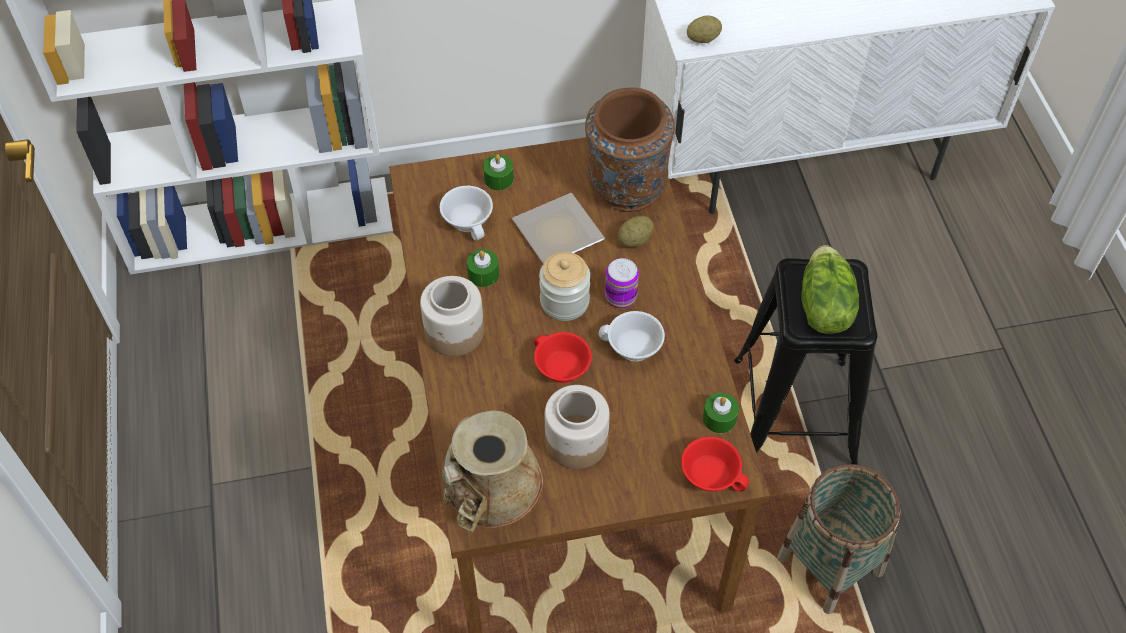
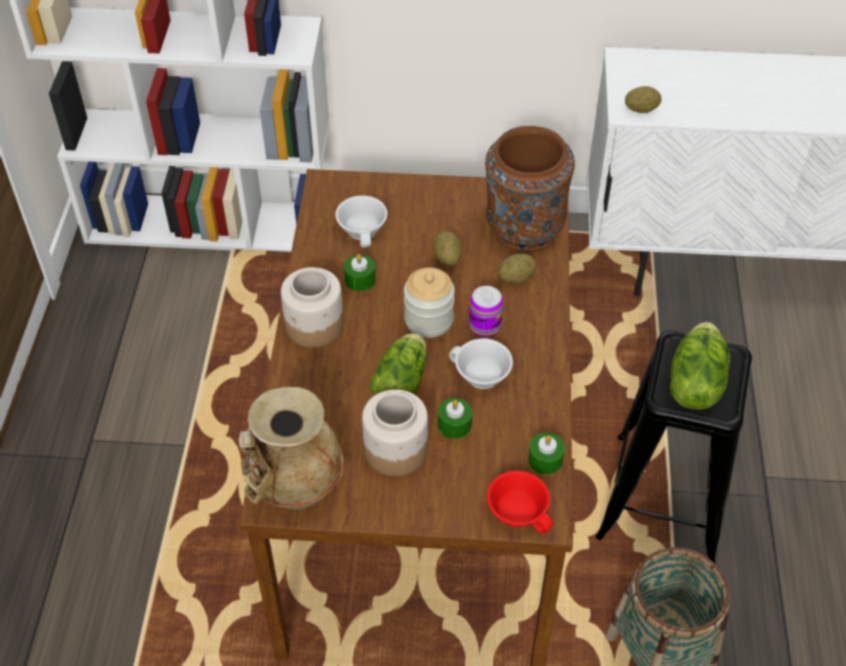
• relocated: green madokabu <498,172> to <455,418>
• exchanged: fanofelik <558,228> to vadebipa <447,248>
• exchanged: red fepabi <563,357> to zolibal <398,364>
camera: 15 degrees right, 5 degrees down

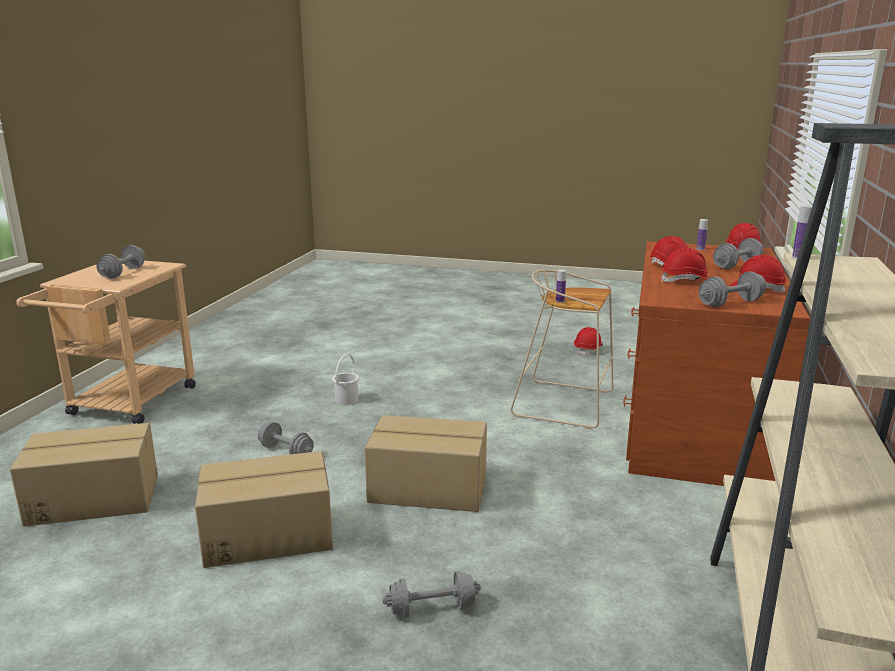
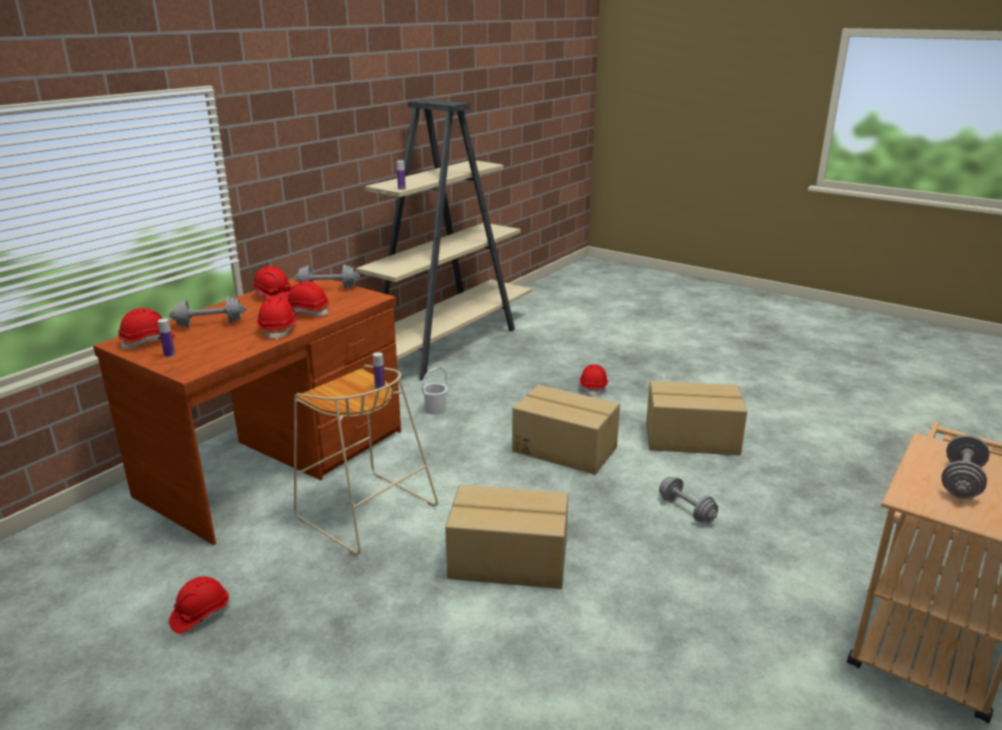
• relocated: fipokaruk <84,475> to <506,537>
• relocated: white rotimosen <345,379> to <435,391>
• exchanged: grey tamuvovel <431,594> to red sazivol <594,380>
camera: 160 degrees left, 5 degrees up

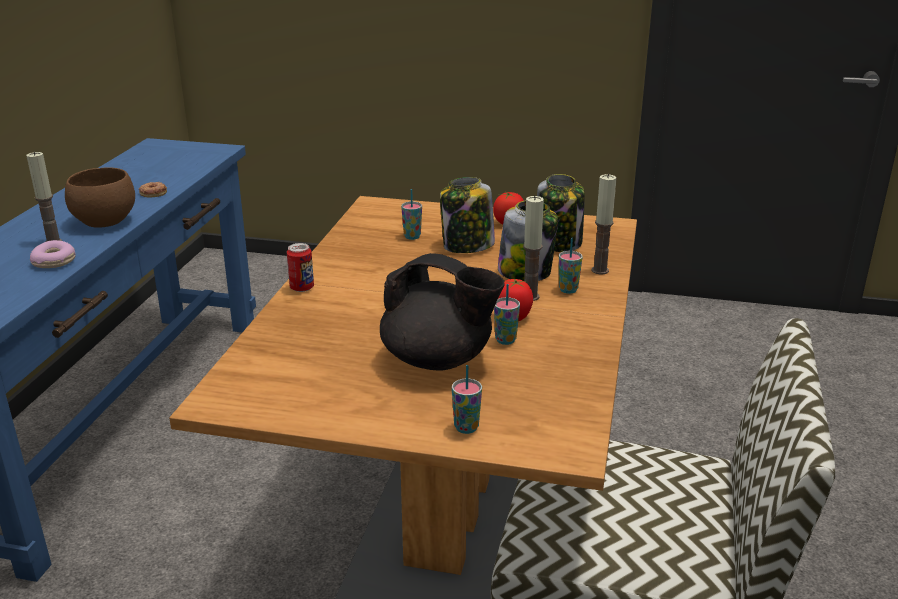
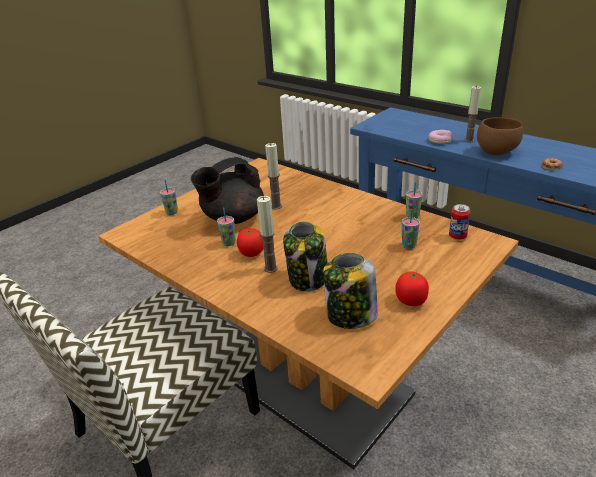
• missing: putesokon <467,215>
• relocated: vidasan <300,267> to <459,222>
• relocated: fepabi <571,266> to <414,200>
• relocated: madokabu <604,224> to <273,176>
camera: 120 degrees right, 5 degrees up

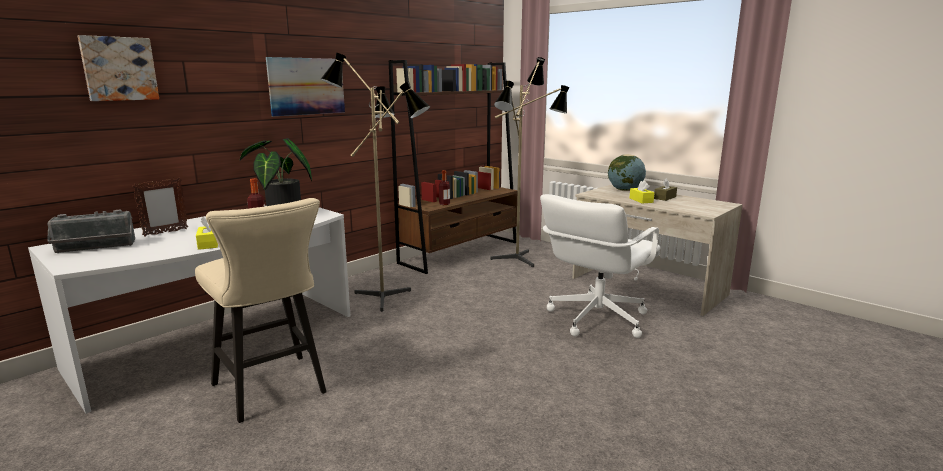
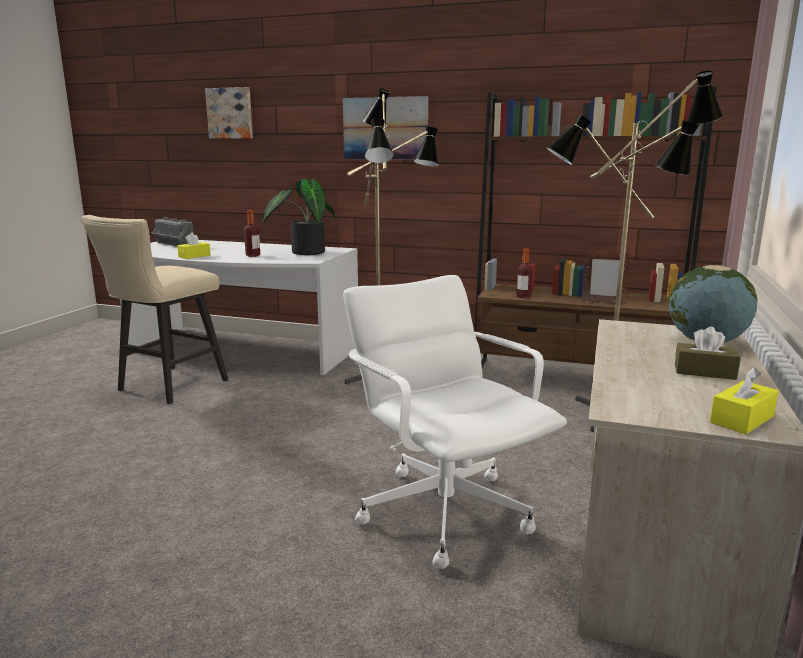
• relocated: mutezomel <160,207> to <606,277>
• relocated: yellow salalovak <642,191> to <744,400>
• spun: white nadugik <600,266> = <455,422> 45 degrees clockwise
camera: 65 degrees right, 0 degrees up

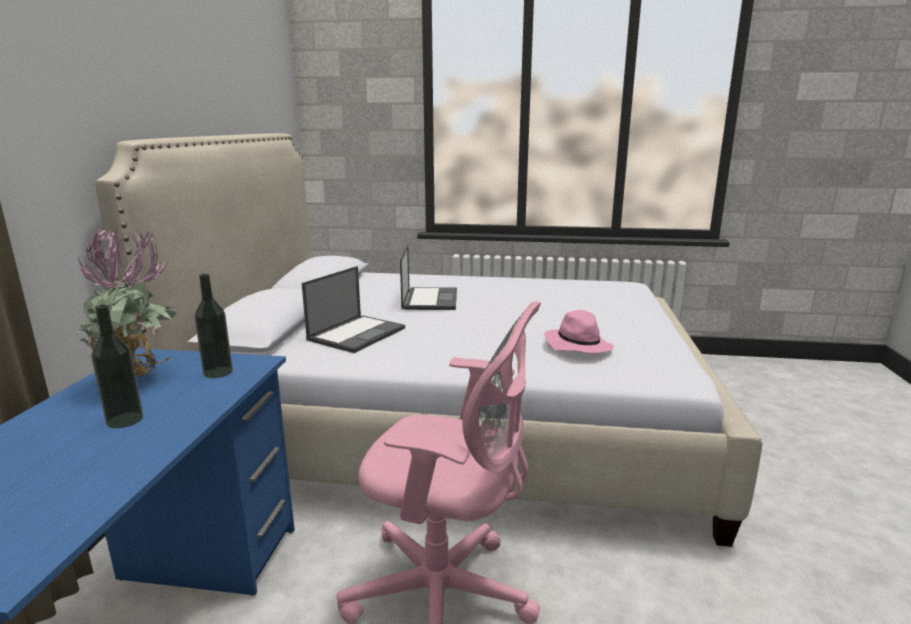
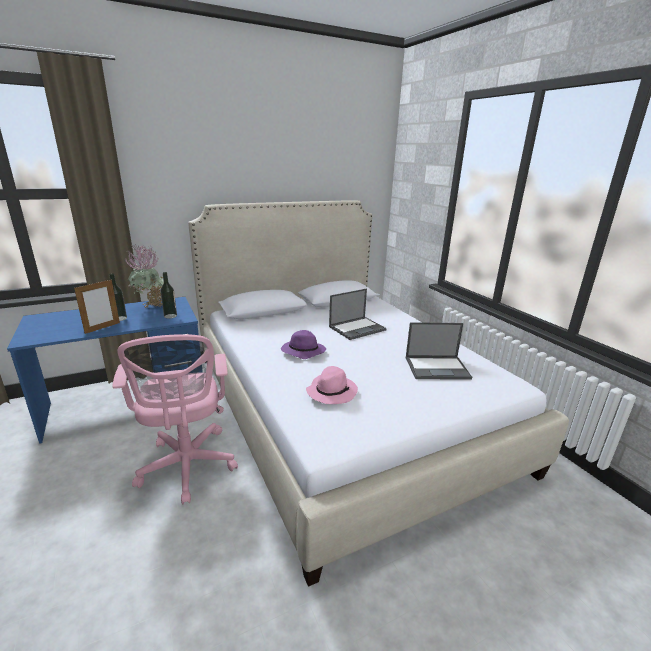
• appeared: mutezomel <97,307>
• appeared: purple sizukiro <303,344>
• relocated: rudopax <353,309> to <439,350>
camera: 55 degrees right, 5 degrees up

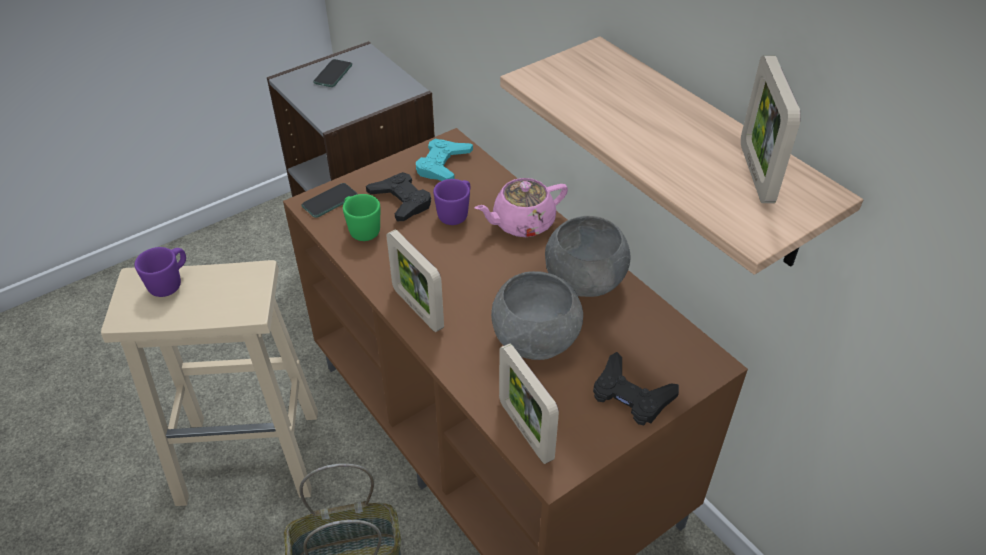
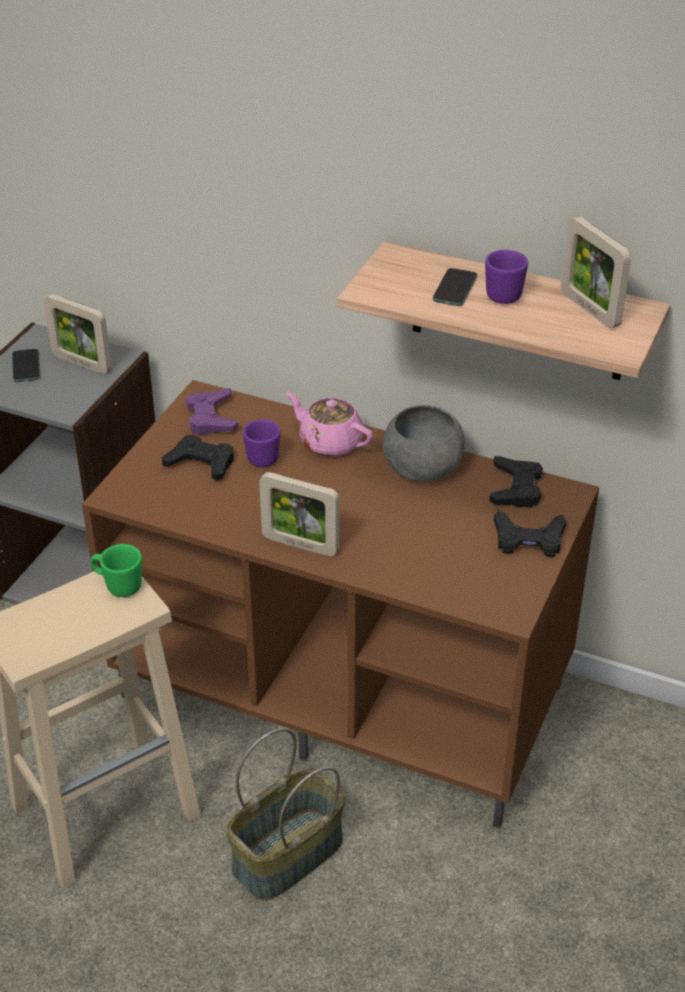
• missing: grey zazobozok <537,315>
• appeared: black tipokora <516,482>
• relocated: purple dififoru <160,272> to <506,277>
• relocated: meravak <329,200> to <454,287>
• relocated: green dififoru <361,217> to <116,570>
• relocated: mutezomel <529,404> to <78,334>
• colour: turquoise tipokora <444,159> to purple tipokora <212,411>
• spun: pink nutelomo <521,207> = <329,424> 90 degrees clockwise
camera: 30 degrees left, 5 degrees down

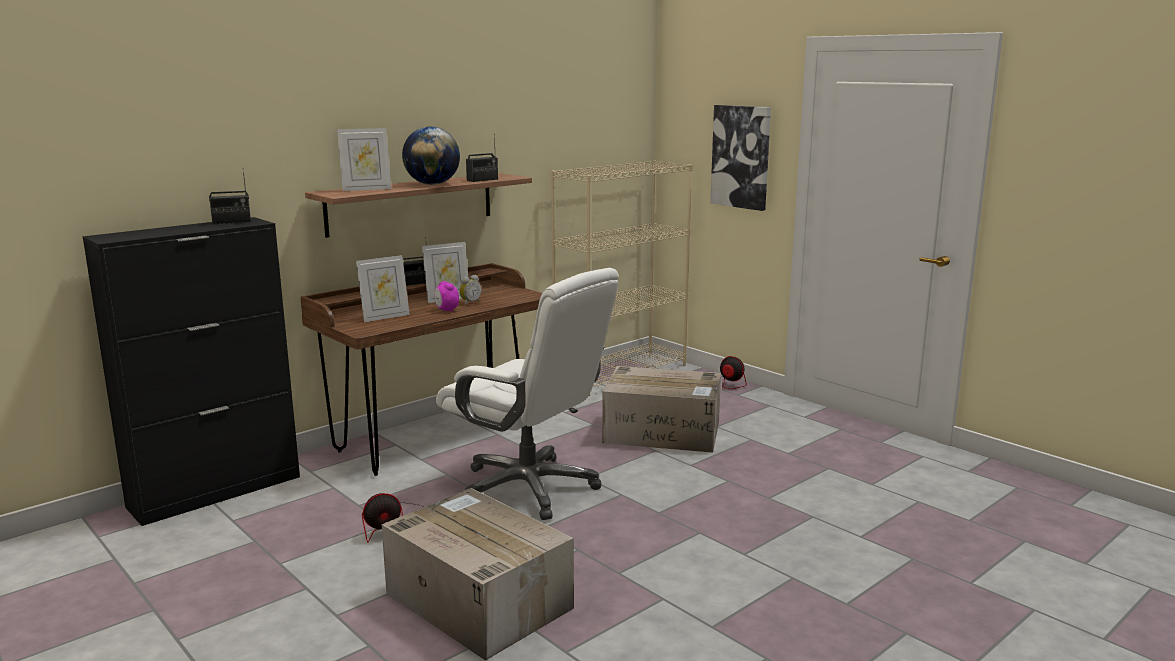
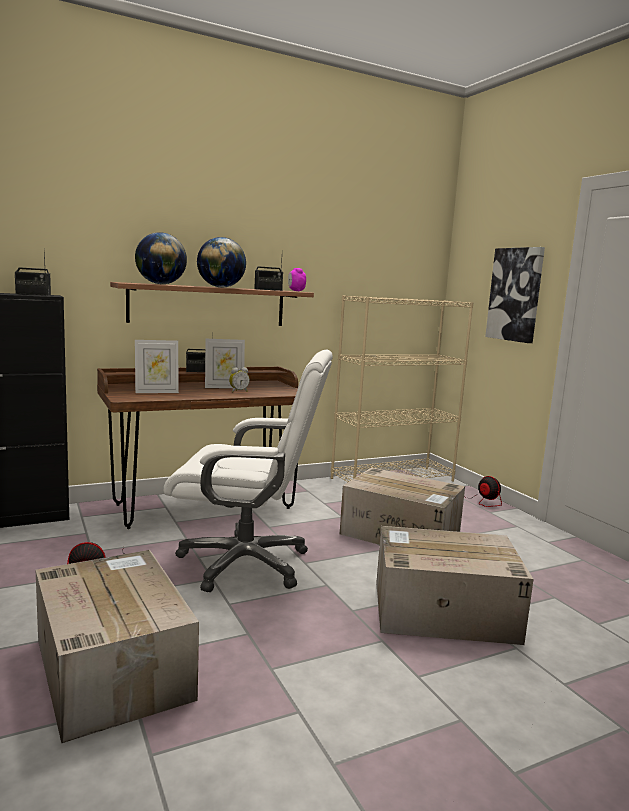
• appeared: fipokaruk <455,585>
• relocated: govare <446,296> to <297,279>
• exchanged: mutezomel <364,159> to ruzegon <161,258>
• spun: white nadugik <527,394> = <248,471> 45 degrees counterclockwise
camera: 15 degrees right, 5 degrees down

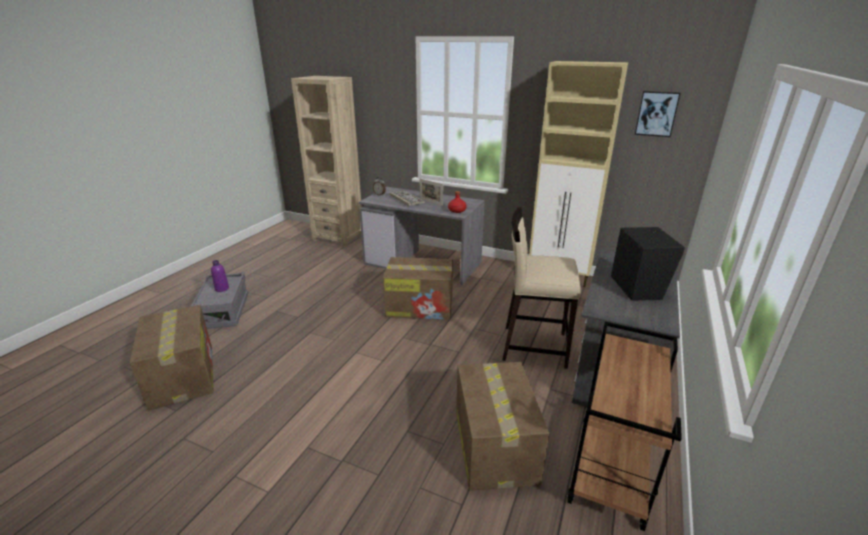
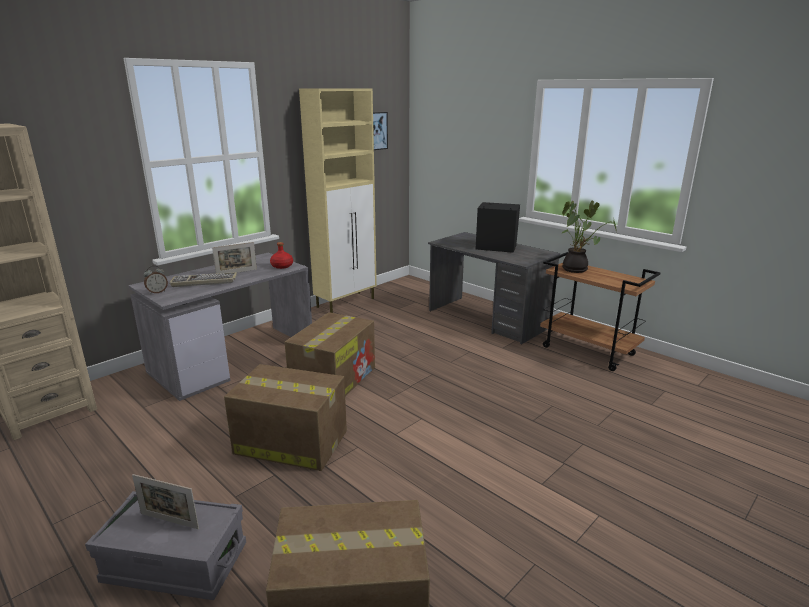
• missing: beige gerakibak <541,288>
• appeared: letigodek <589,237>
• relocated: fipokaruk <502,426> to <285,417>
• exchanged: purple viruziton <220,276> to mutezomel <165,501>
camera: 70 degrees left, 5 degrees down

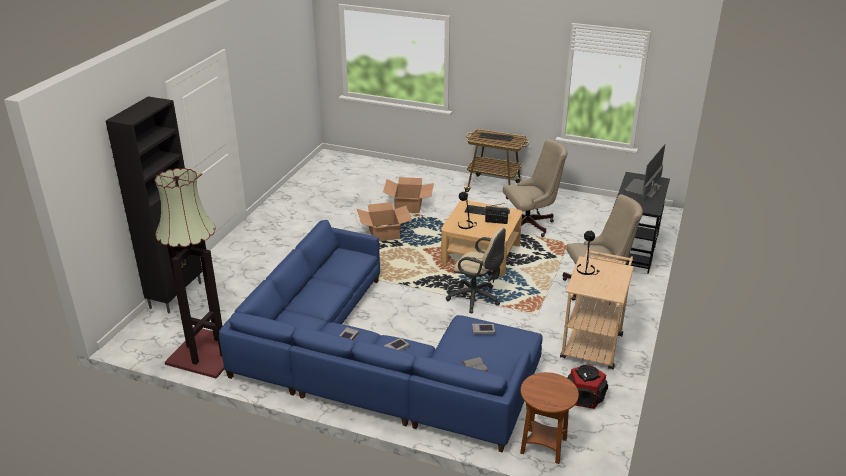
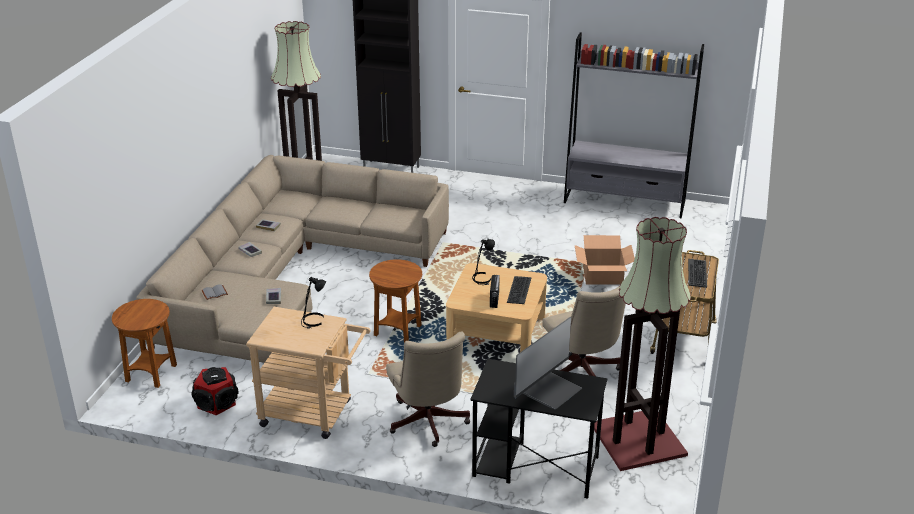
• missing: fipokaruk <384,221>
• appeared: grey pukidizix <634,125>
• appeared: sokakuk <642,344>
• exchanged: beige nadugik <476,270> to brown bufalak <395,300>
• colour: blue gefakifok <381,336> to beige gefakifok <292,259>
• spun: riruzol <645,171> = <548,363> 105 degrees clockwise
camera: 85 degrees right, 0 degrees up

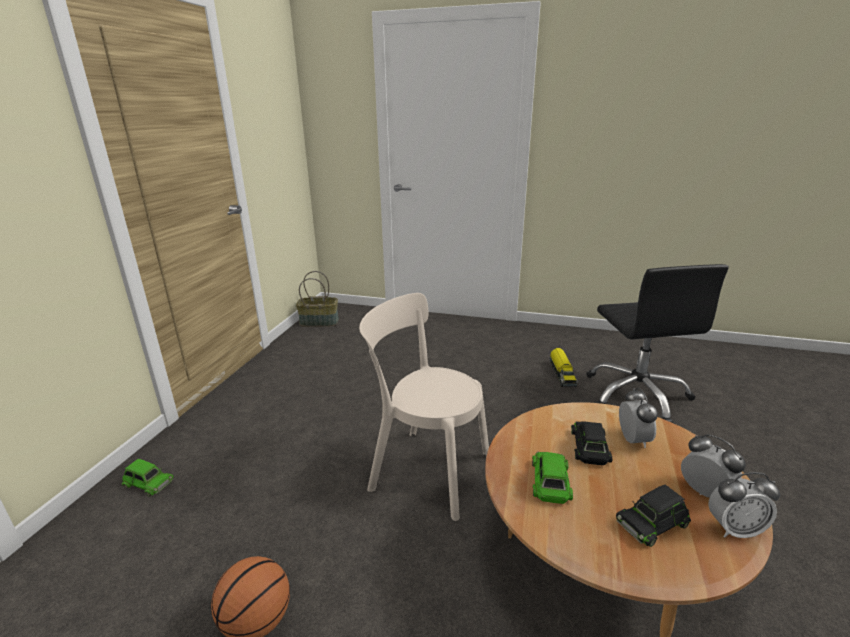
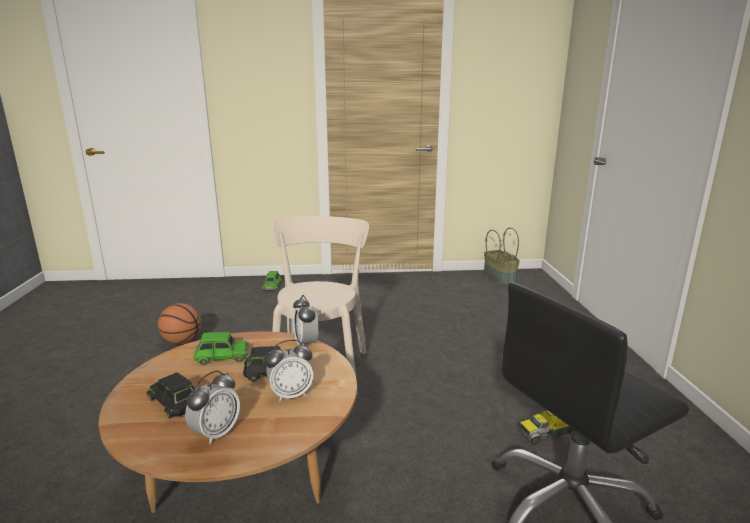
• relocated: govare <744,505> to <306,320>
camera: 70 degrees right, 5 degrees down

